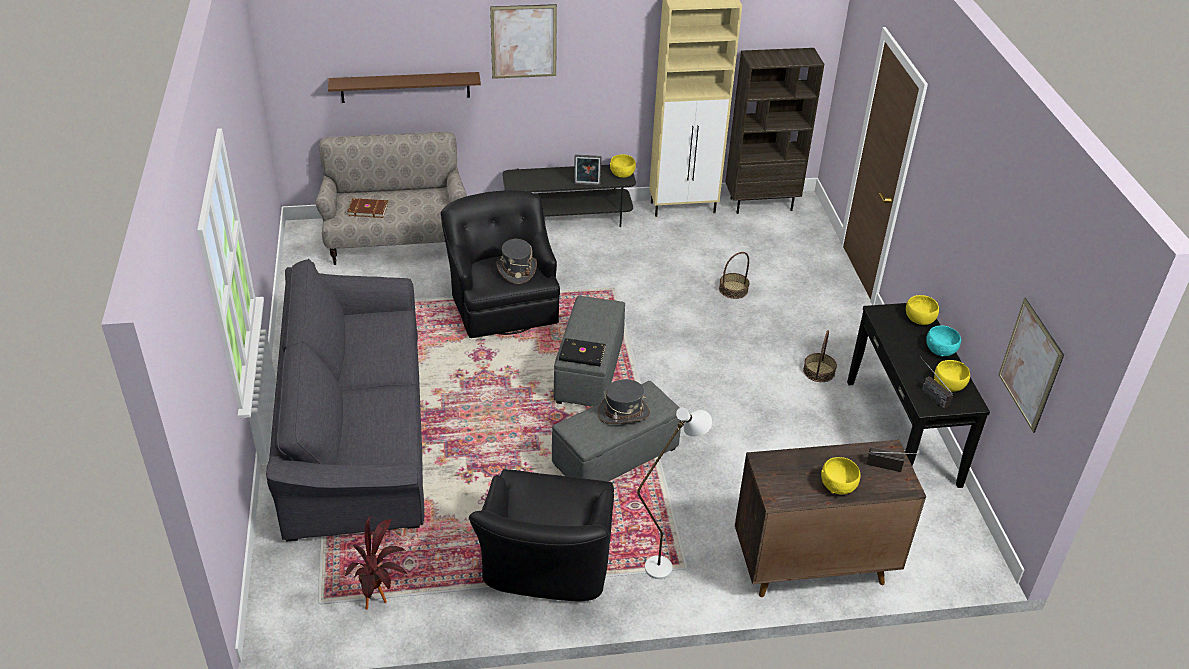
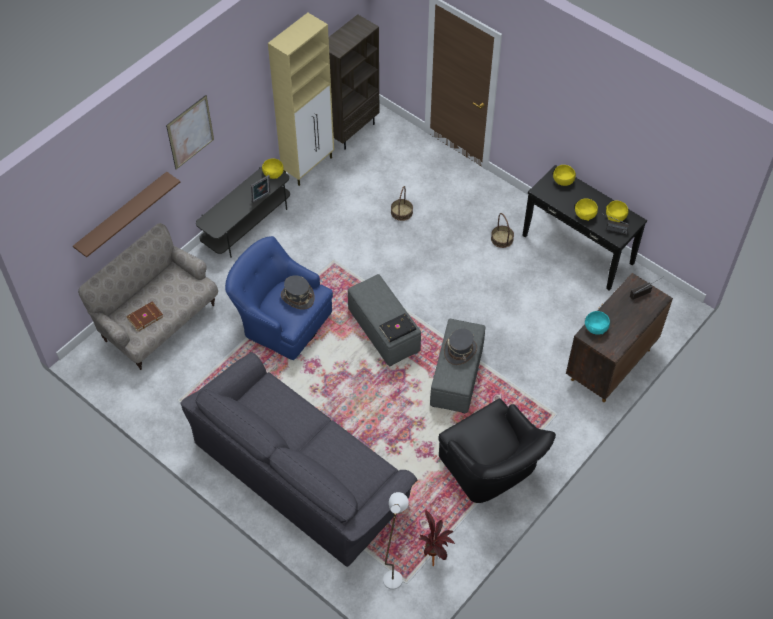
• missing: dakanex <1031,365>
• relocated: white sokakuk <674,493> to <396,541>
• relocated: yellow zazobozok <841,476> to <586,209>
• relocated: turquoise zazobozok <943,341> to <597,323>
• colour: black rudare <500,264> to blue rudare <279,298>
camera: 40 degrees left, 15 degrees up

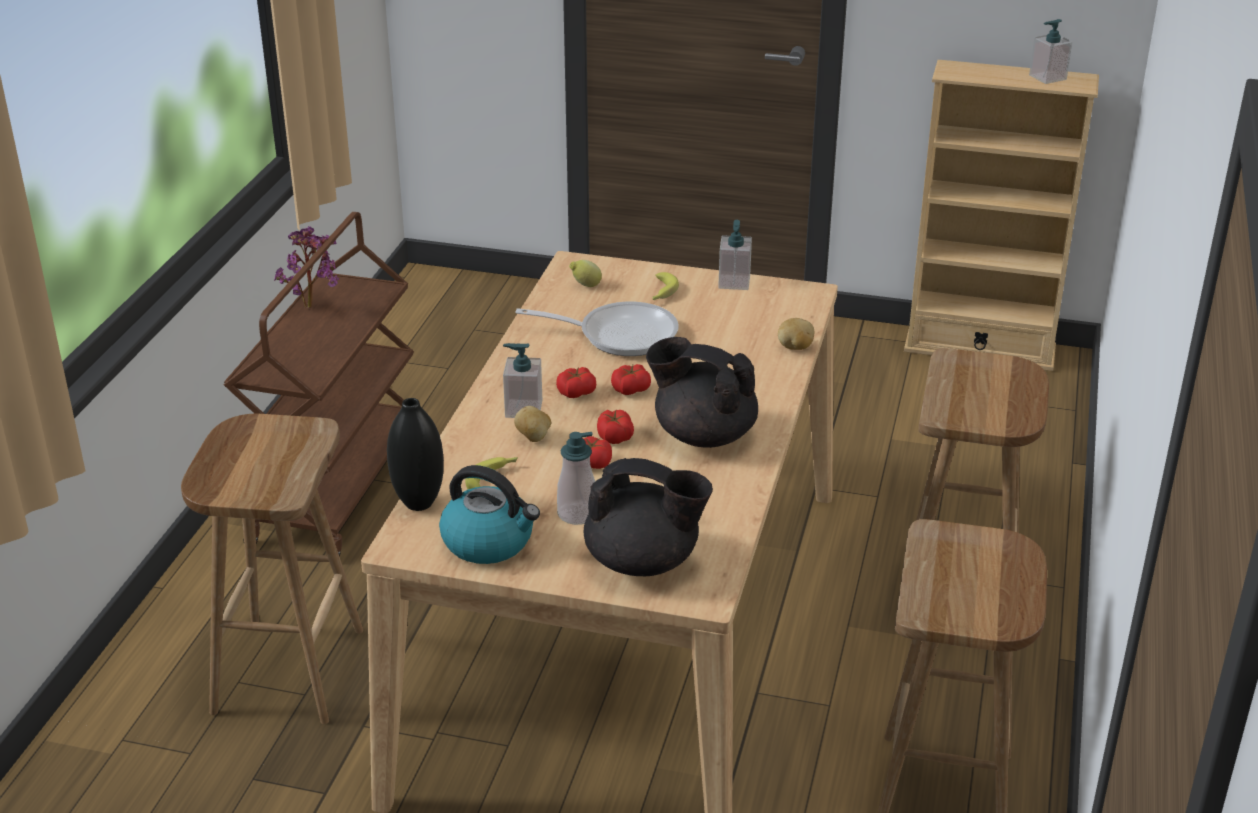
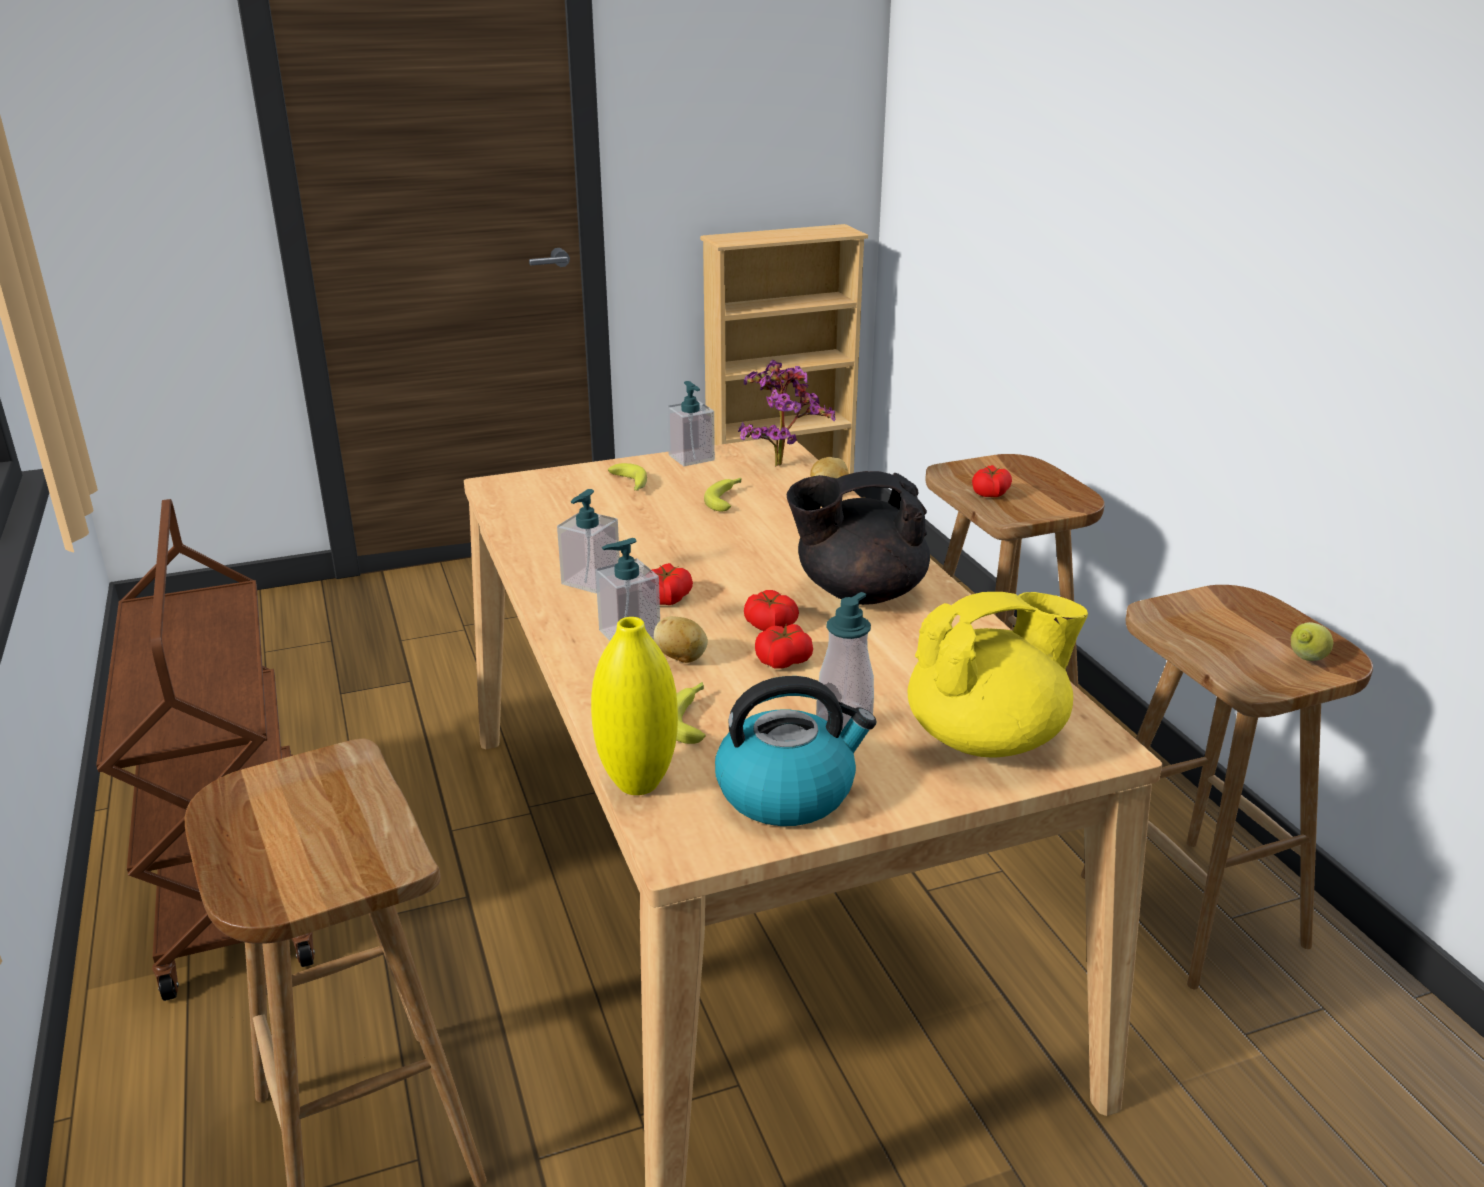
• missing: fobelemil <597,328>
• appeared: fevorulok <722,494>
• relocated: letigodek <306,267> to <786,413>
• relocated: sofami <585,273> to <1312,641>
• relocated: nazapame <631,379> to <992,481>
• relocated: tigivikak <1050,51> to <588,541>
• colour: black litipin <415,454> to yellow litipin <634,706>
• colour: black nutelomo <648,517> to yellow nutelomo <998,674>
camera: 35 degrees left, 5 degrees down

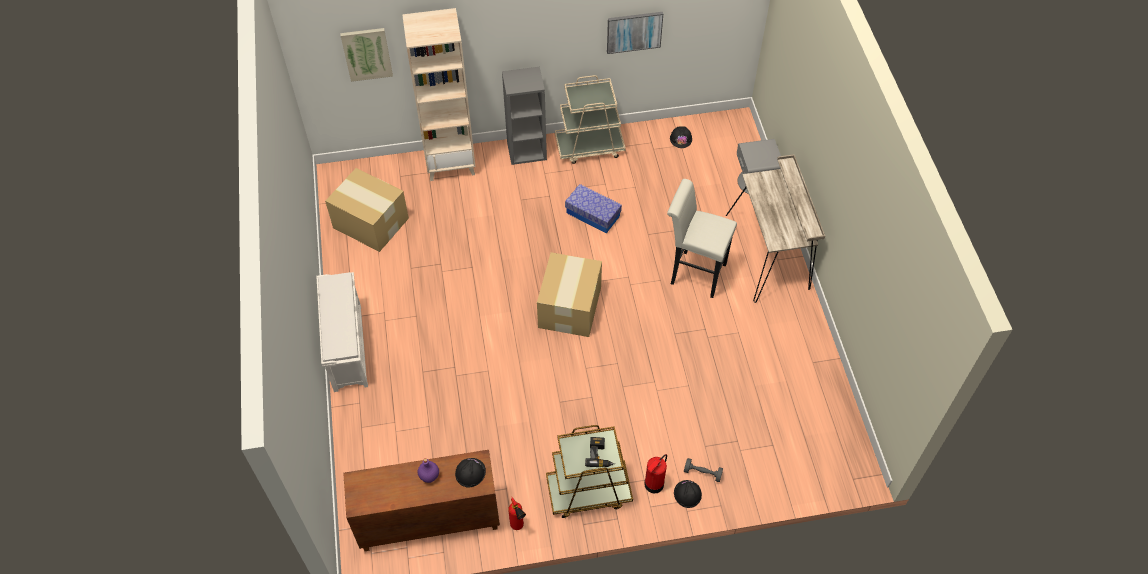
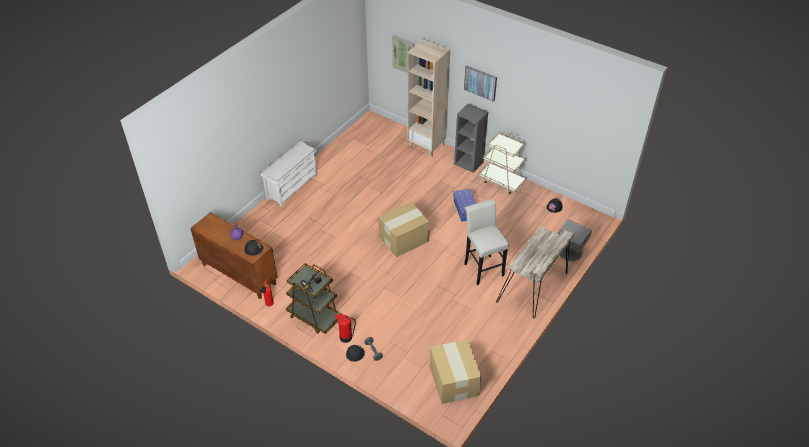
• relocated: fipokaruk <367,210> to <456,371>
• relocated: dakanex <635,33> to <480,83>
camera: 45 degrees right, 10 degrees down

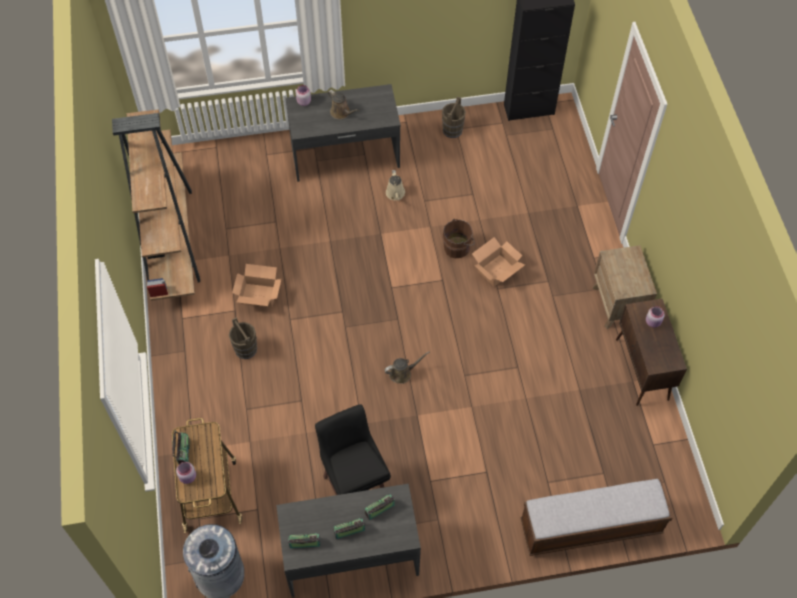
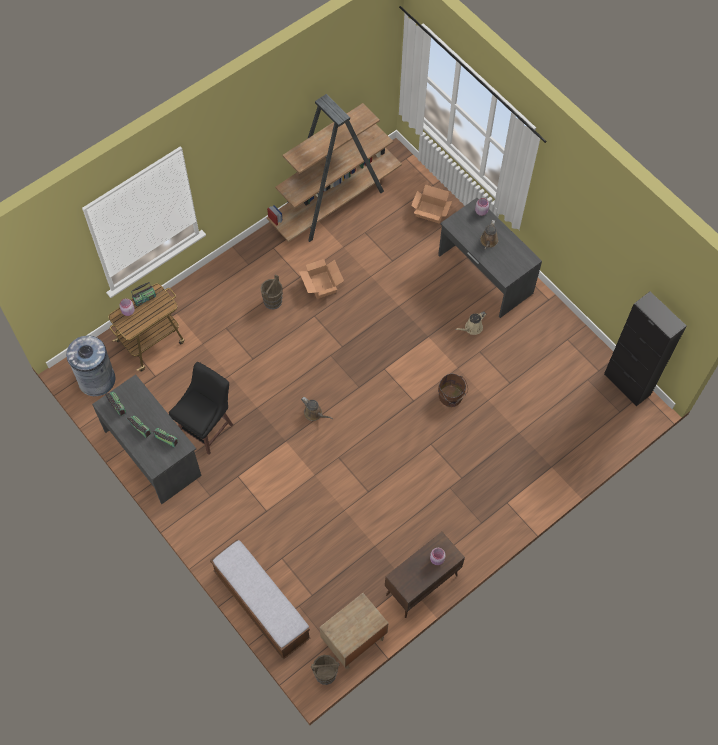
• relocated: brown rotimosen <454,117> to <325,670>
• relocated: fipokaruk <498,262> to <431,204>
• relocated: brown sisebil <624,287> to <354,631>
camera: 60 degrees right, 5 degrees up

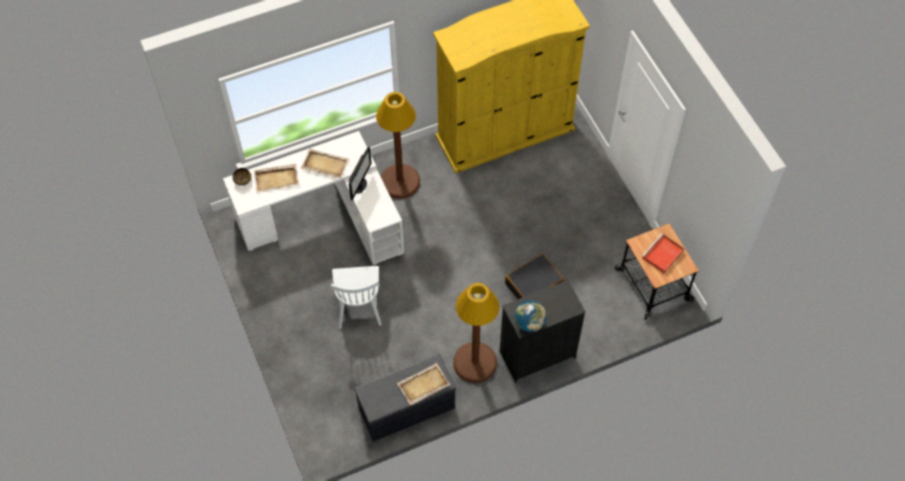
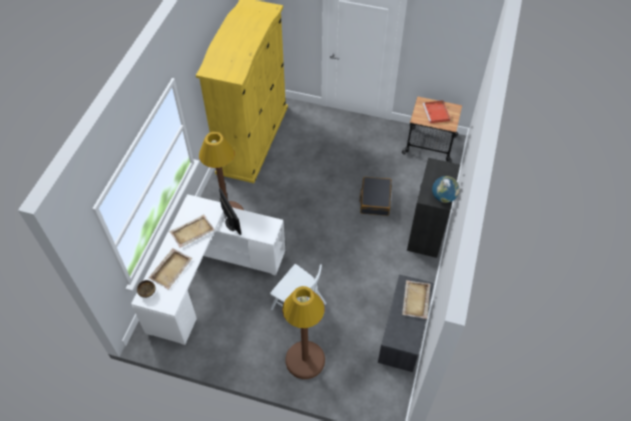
• relocated: brown sokakuk <476,333> to <303,332>
camera: 50 degrees left, 5 degrees down

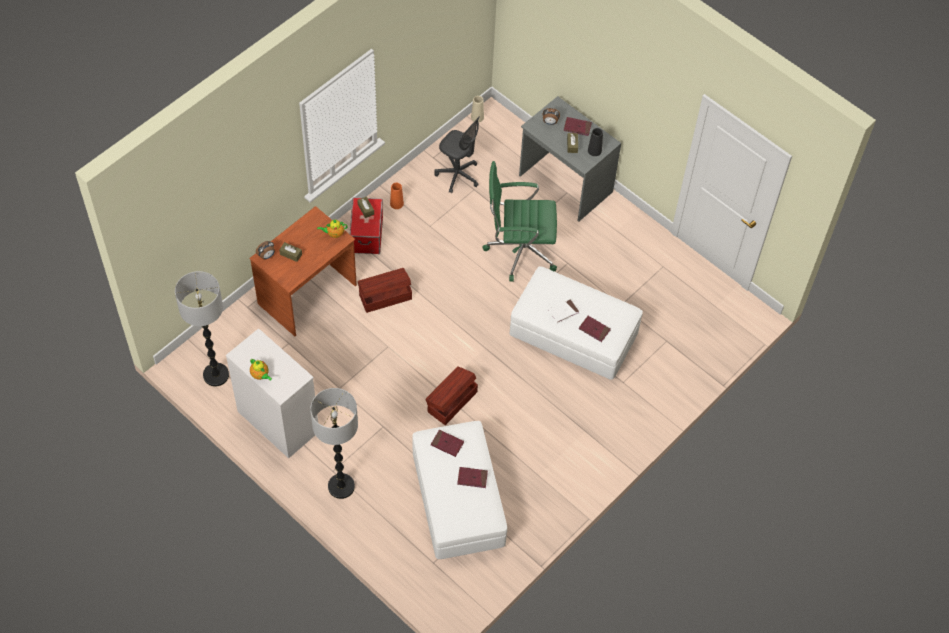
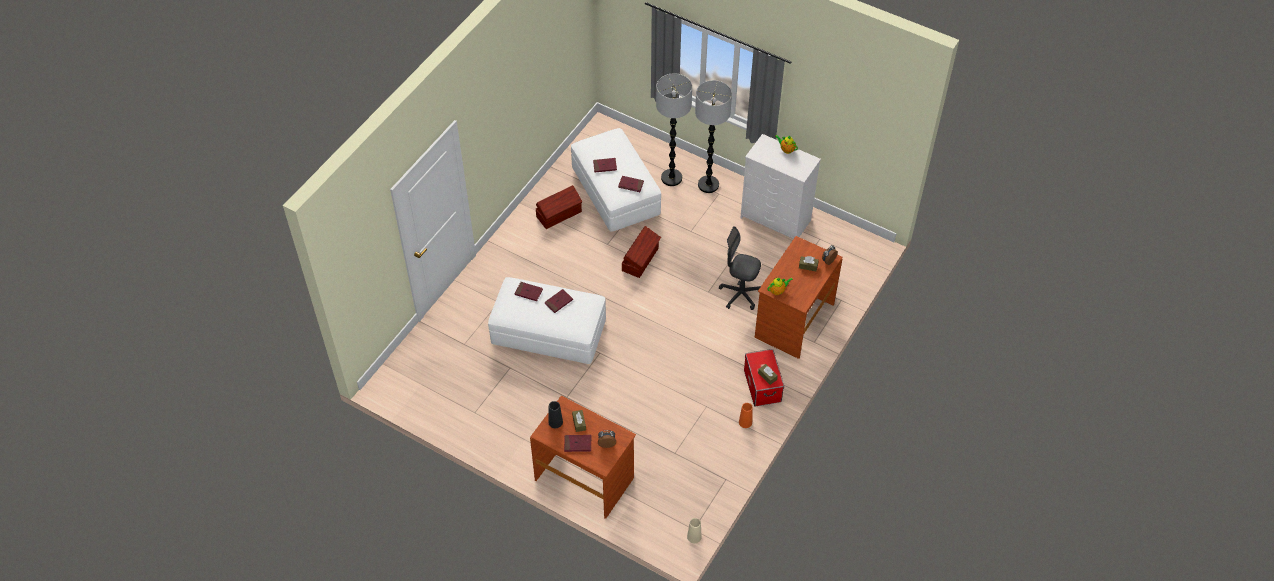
• missing: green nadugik <519,221>
• relocated: sokakuk <202,328> to <674,129>
• relocated: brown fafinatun <385,290> to <559,207>
• relocated: grey nadugik <457,154> to <740,268>
• colour: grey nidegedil <570,159> to brown nidegedil <583,457>
• colour: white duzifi <564,311> to red duzifi <559,301>
camera: 170 degrees right, 5 degrees down

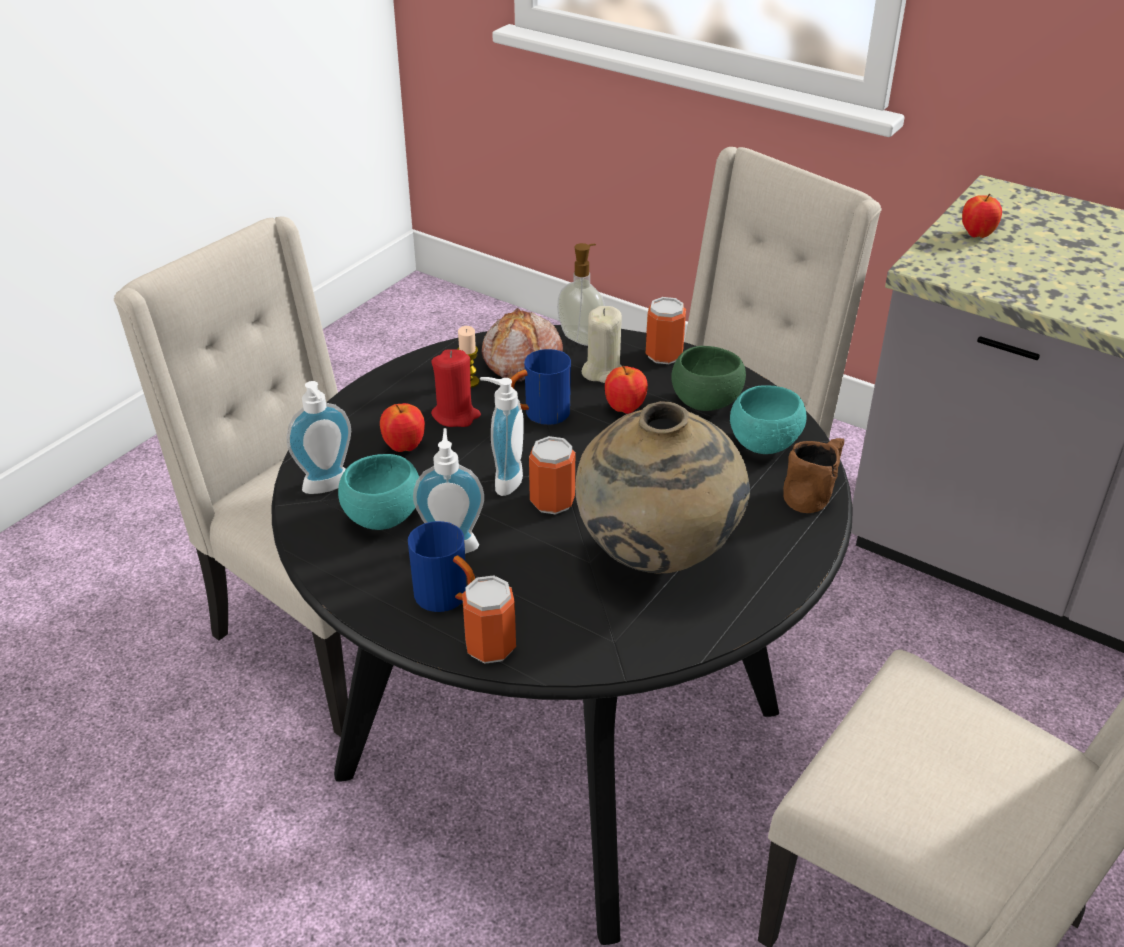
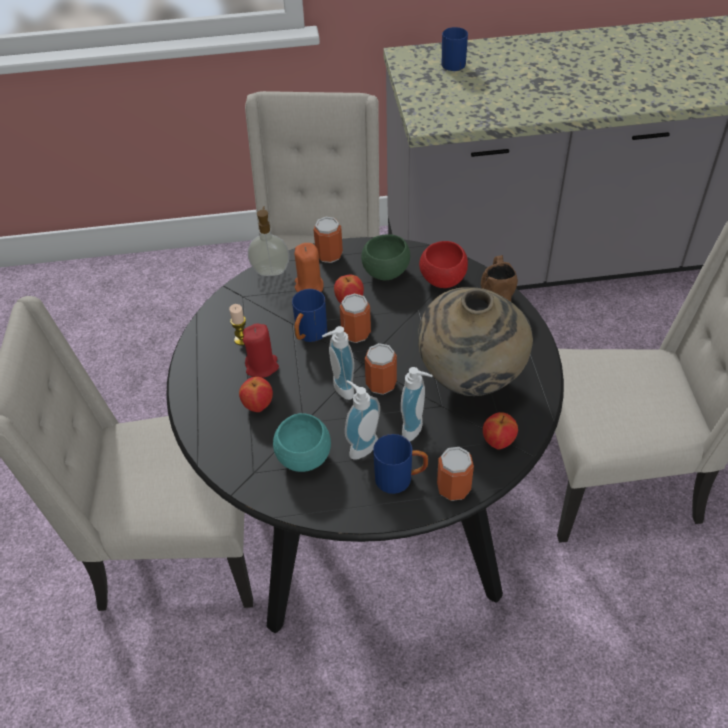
• missing: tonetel <522,345>
• appeared: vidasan <355,318>
• appeared: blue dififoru <454,49>
• relocated: tigivikak <319,437> to <417,404>
• relocated: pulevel <982,215> to <500,431>
• colour: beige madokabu <602,344> to orange madokabu <309,267>
• colour: turquoise zazobozok <768,419> to red zazobozok <443,264>
camera: 40 degrees left, 10 degrees up

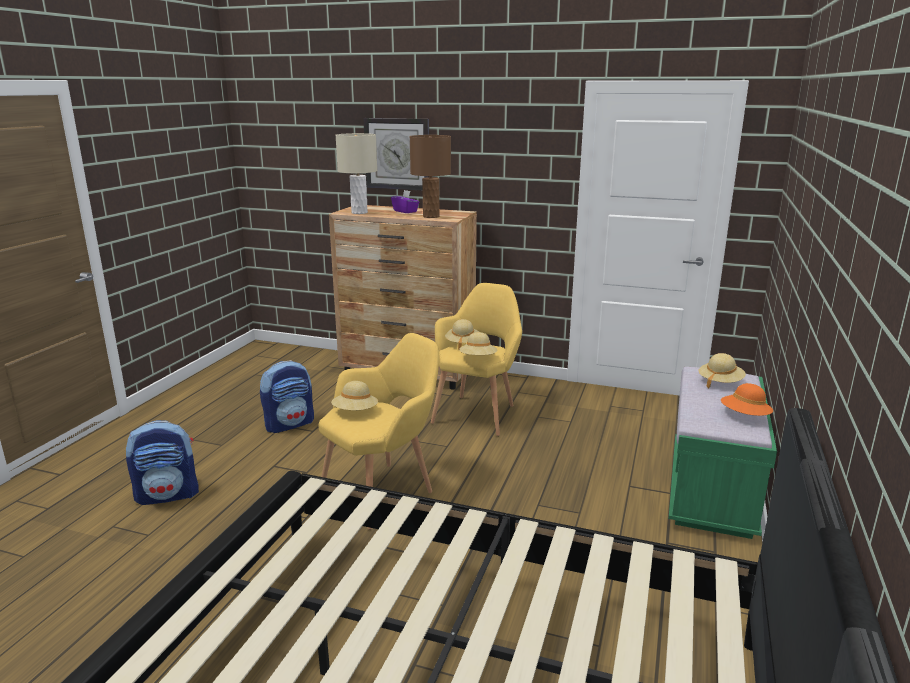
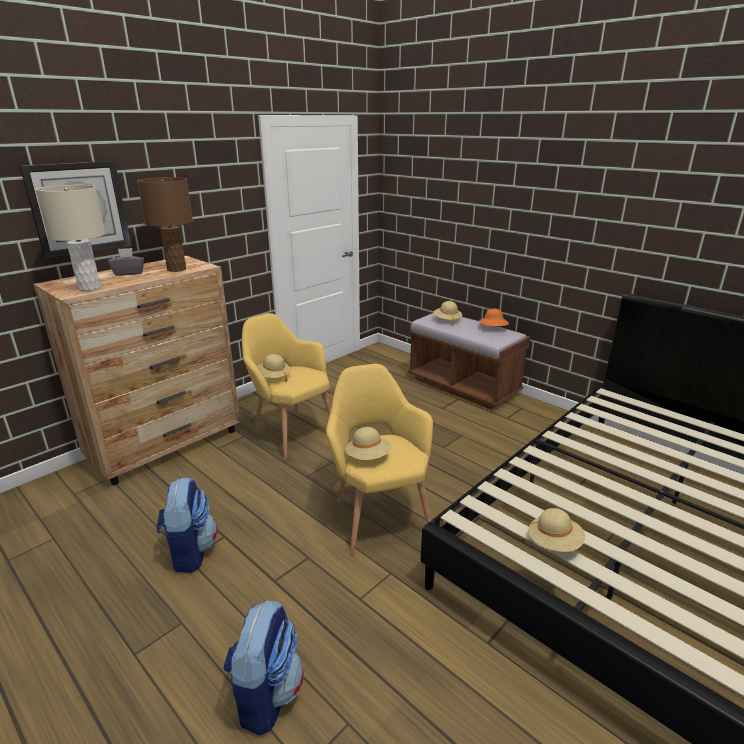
• relocated: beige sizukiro <478,343> to <556,530>
• colour: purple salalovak <405,201> to grey salalovak <126,262>
• colour: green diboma <723,453> to brown diboma <469,361>
camera: 65 degrees left, 5 degrees up

